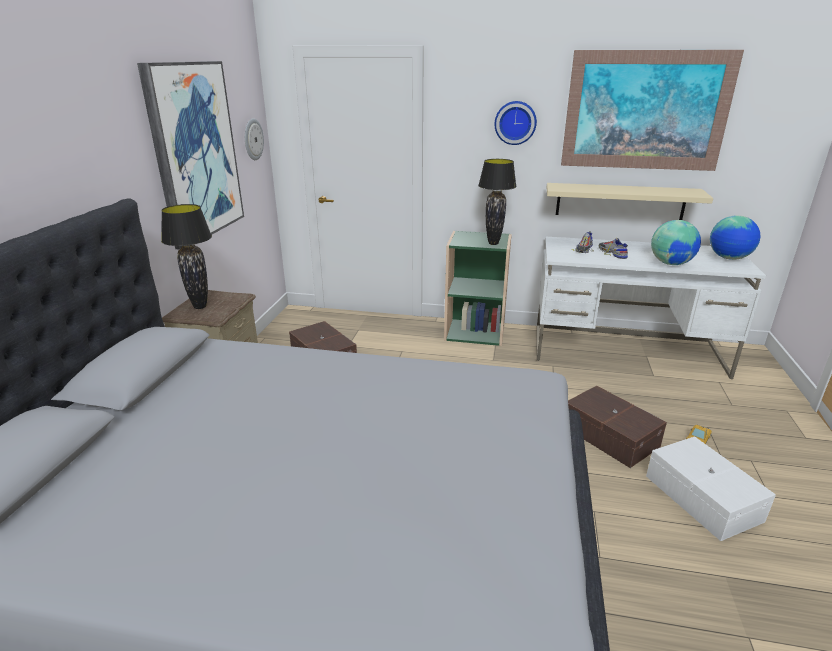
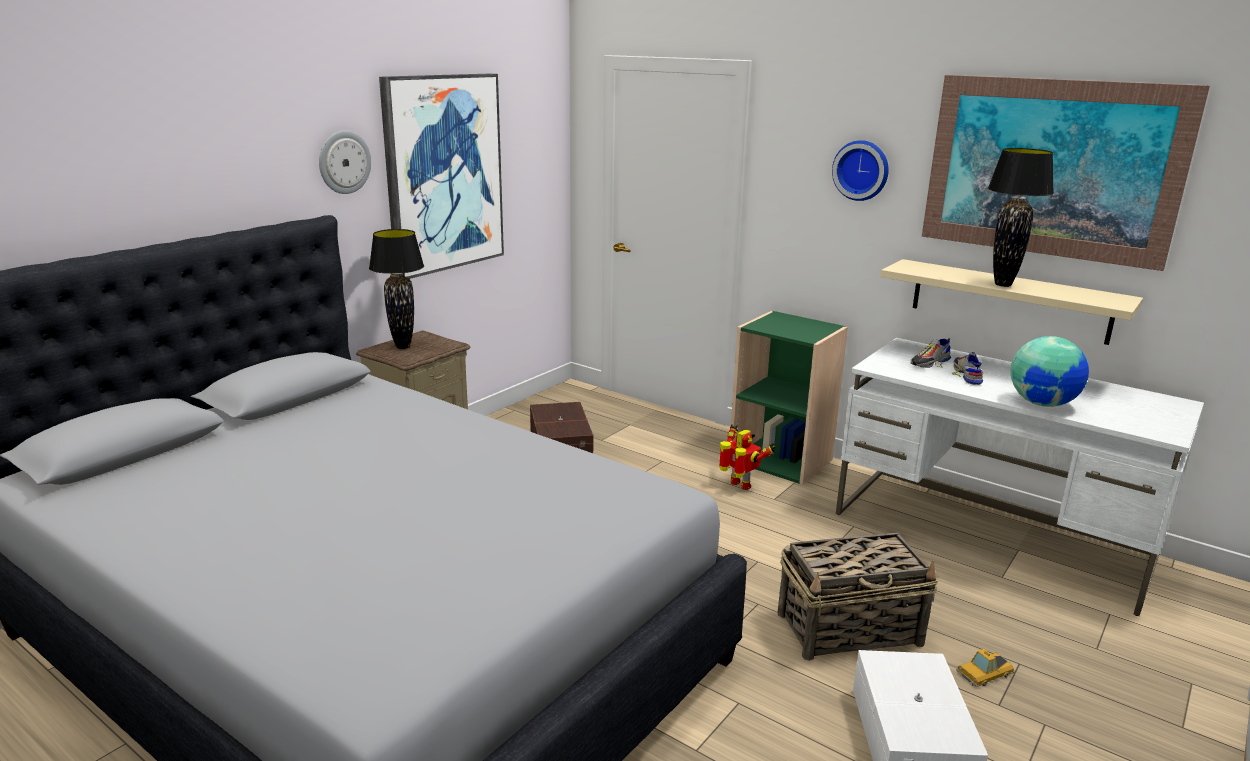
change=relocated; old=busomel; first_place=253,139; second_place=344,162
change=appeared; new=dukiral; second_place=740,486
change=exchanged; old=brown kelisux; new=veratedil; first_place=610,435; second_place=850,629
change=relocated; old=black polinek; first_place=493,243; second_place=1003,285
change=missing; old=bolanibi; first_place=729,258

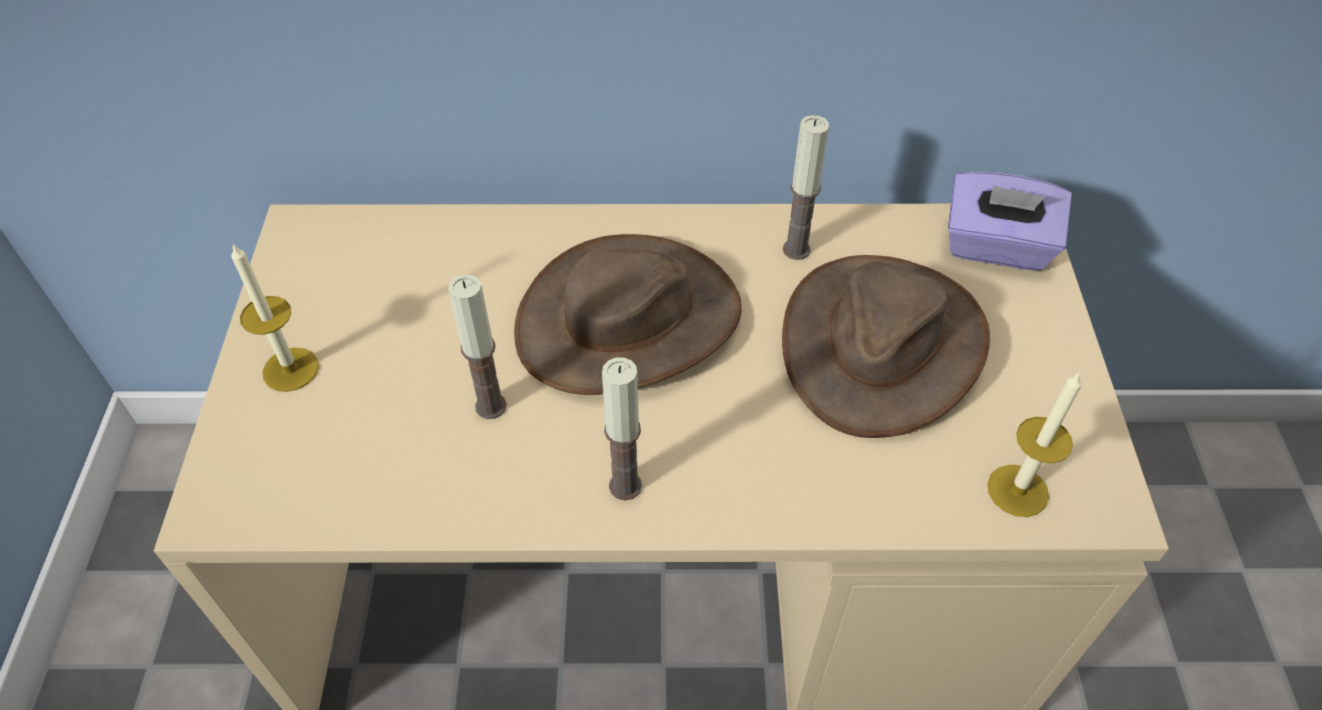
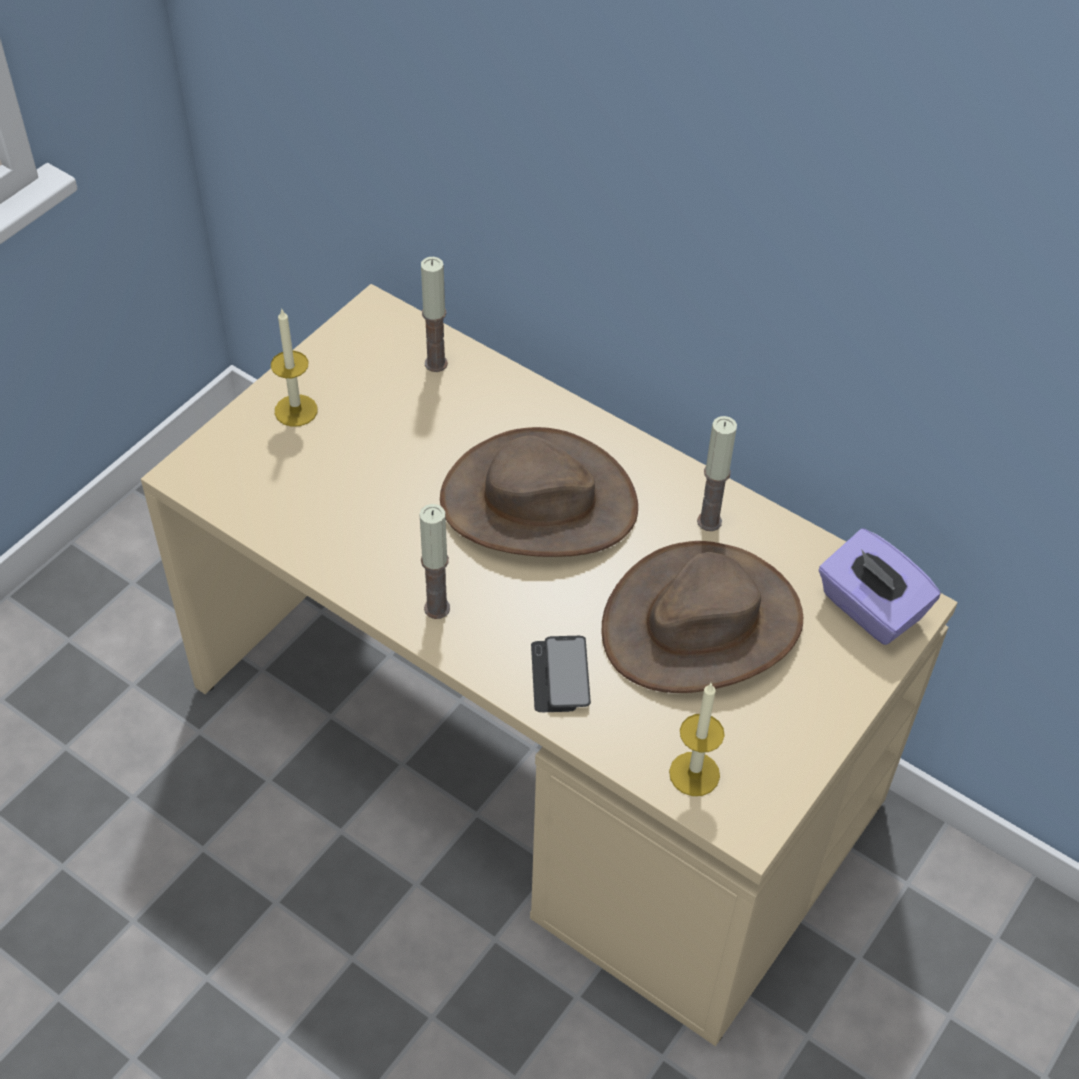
change=relocated; old=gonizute; first_place=490,406; second_place=436,363
change=appeared; new=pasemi; second_place=560,675

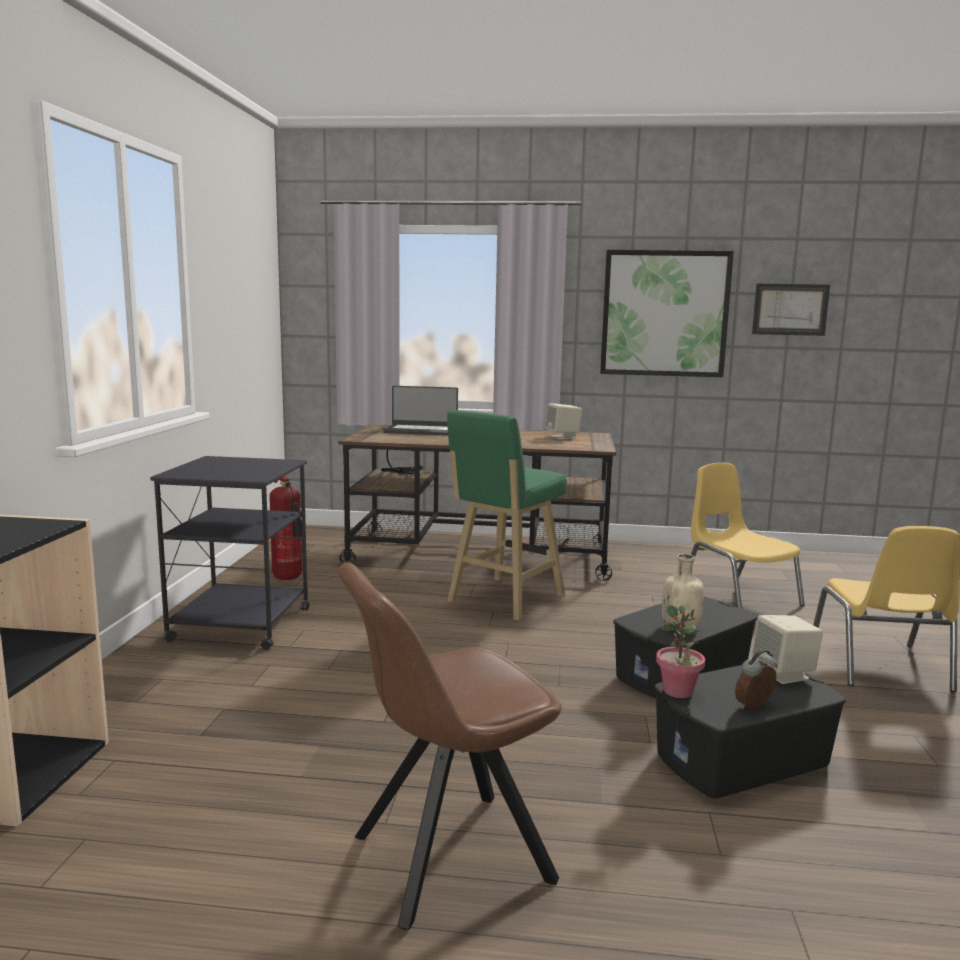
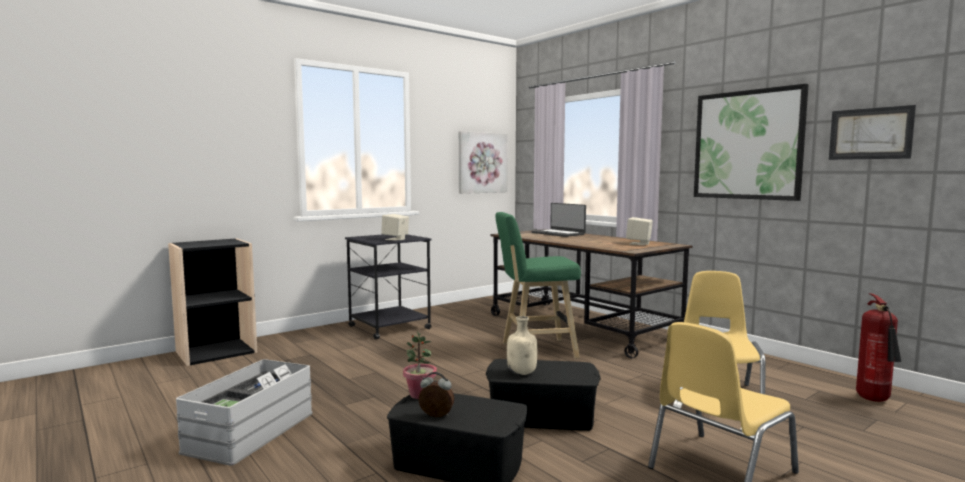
change=exchanged; old=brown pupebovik; new=grey kelisux; first_place=450,857; second_place=250,431
change=relocated; old=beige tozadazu; first_place=784,674; second_place=395,239
change=appeared; new=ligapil; second_place=482,163
change=relocated; old=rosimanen; first_place=289,579; second_place=875,401

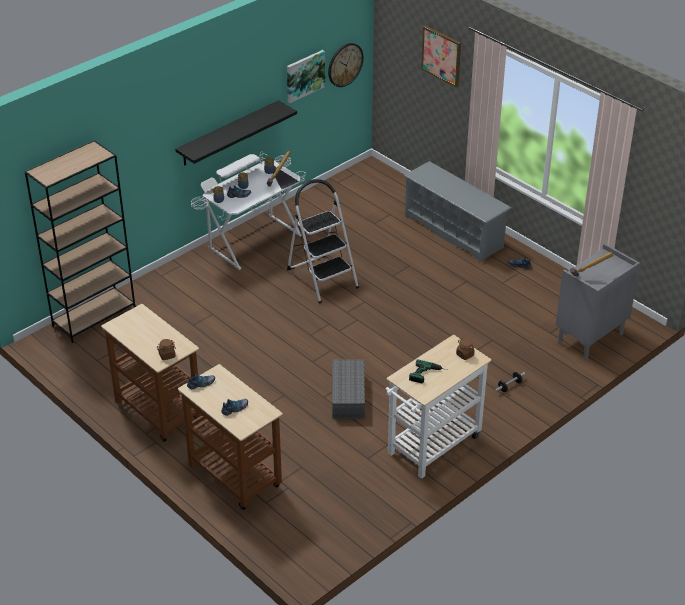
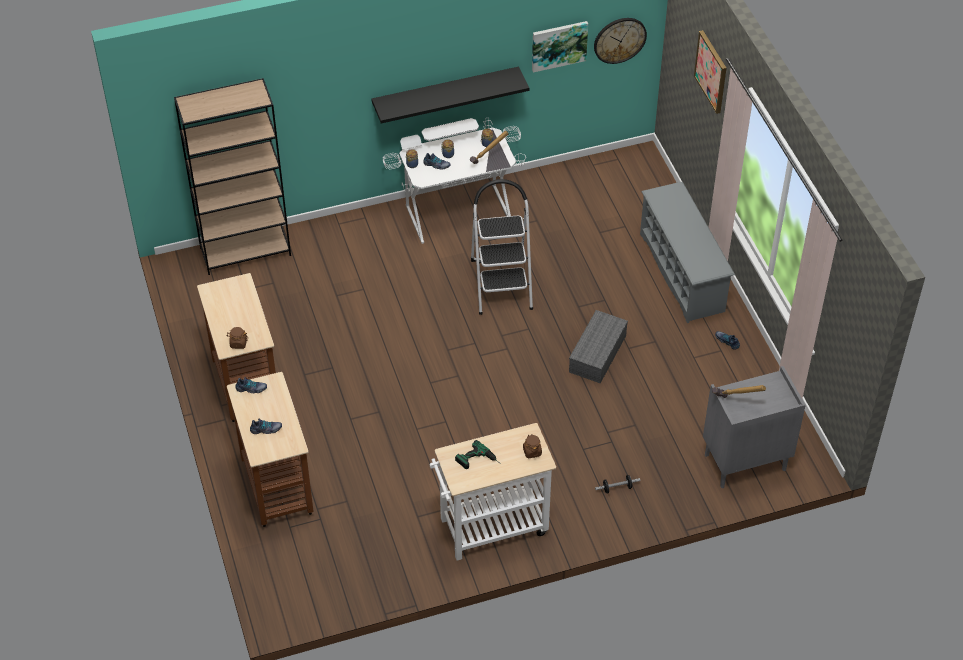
change=relocated; old=grey kelisux; first_place=349,397; second_place=598,354

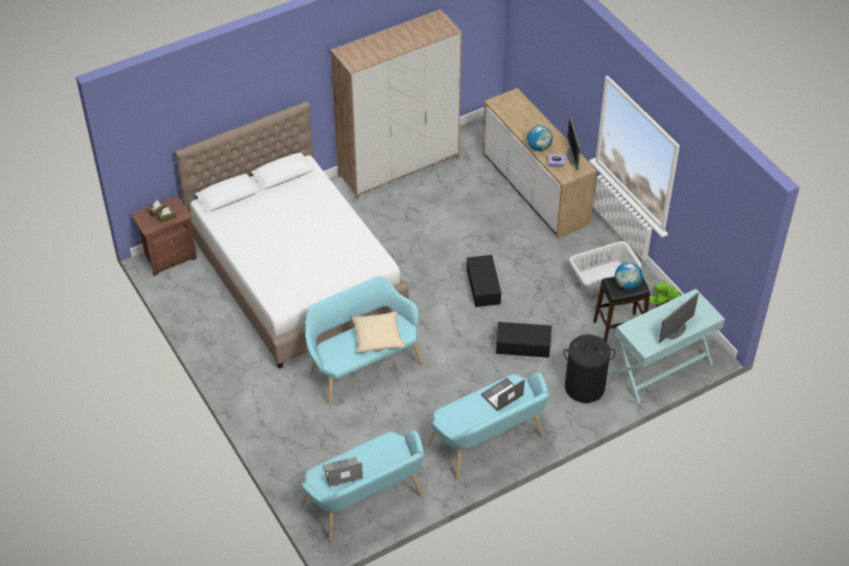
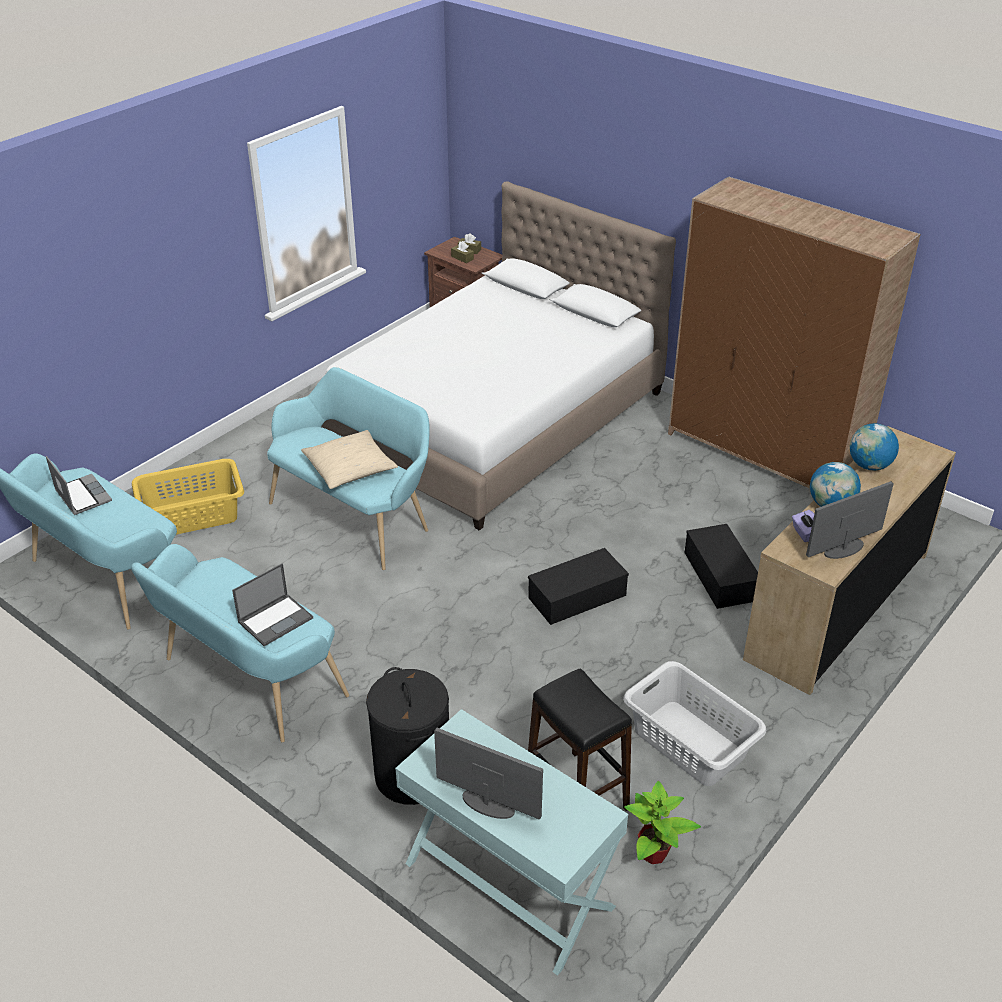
change=appeared; new=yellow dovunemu; second_place=192,515
change=spun; old=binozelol; first_place=501,395; second_place=276,619; degrees=105
change=colour; old=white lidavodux; new=brown lidavodux; first_place=399,166; second_place=765,454
change=relocated; old=black kelisux; first_place=522,345; second_place=718,575
change=relocated; old=bolanibi; first_place=627,285; second_place=869,465

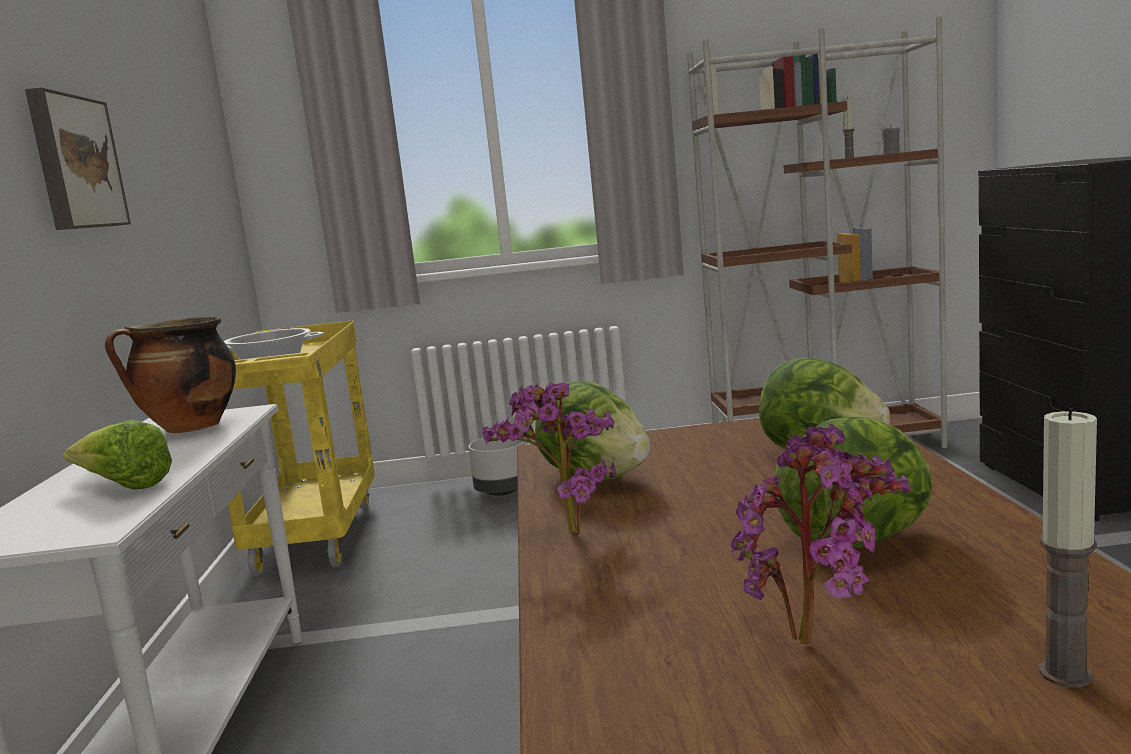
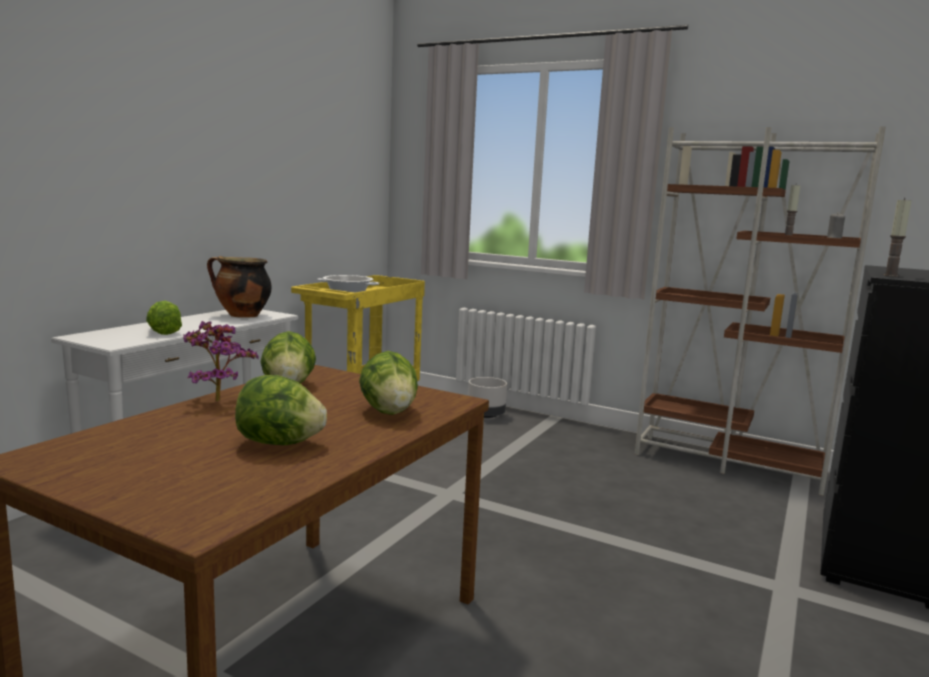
change=relocated; old=gonizute; first_place=1065,674; second_place=891,275
change=missing; old=ligapil; first_place=74,163
change=missing; old=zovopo; first_place=819,643

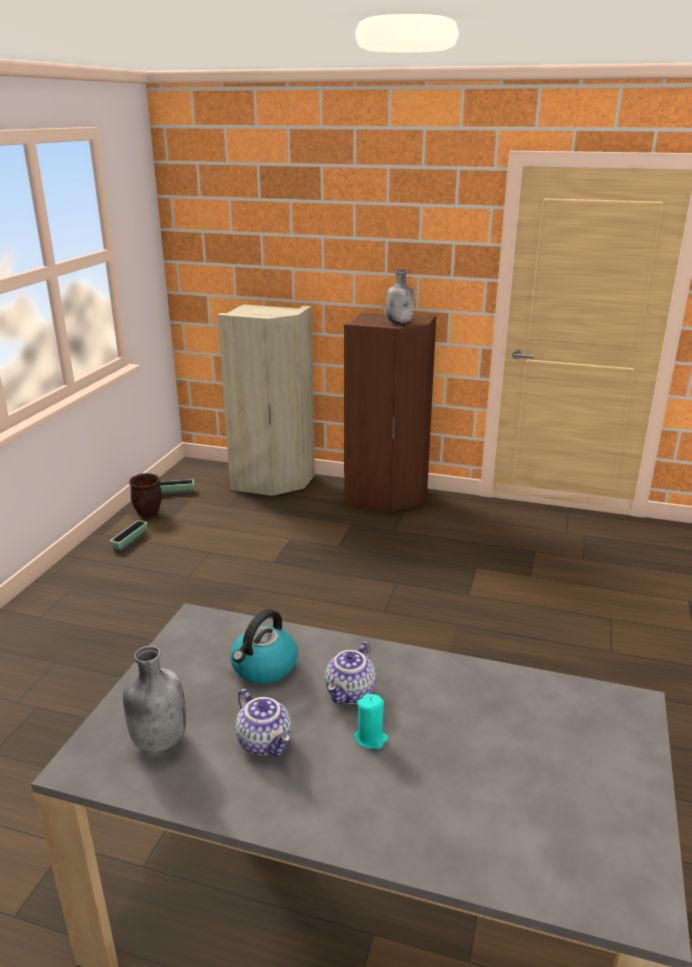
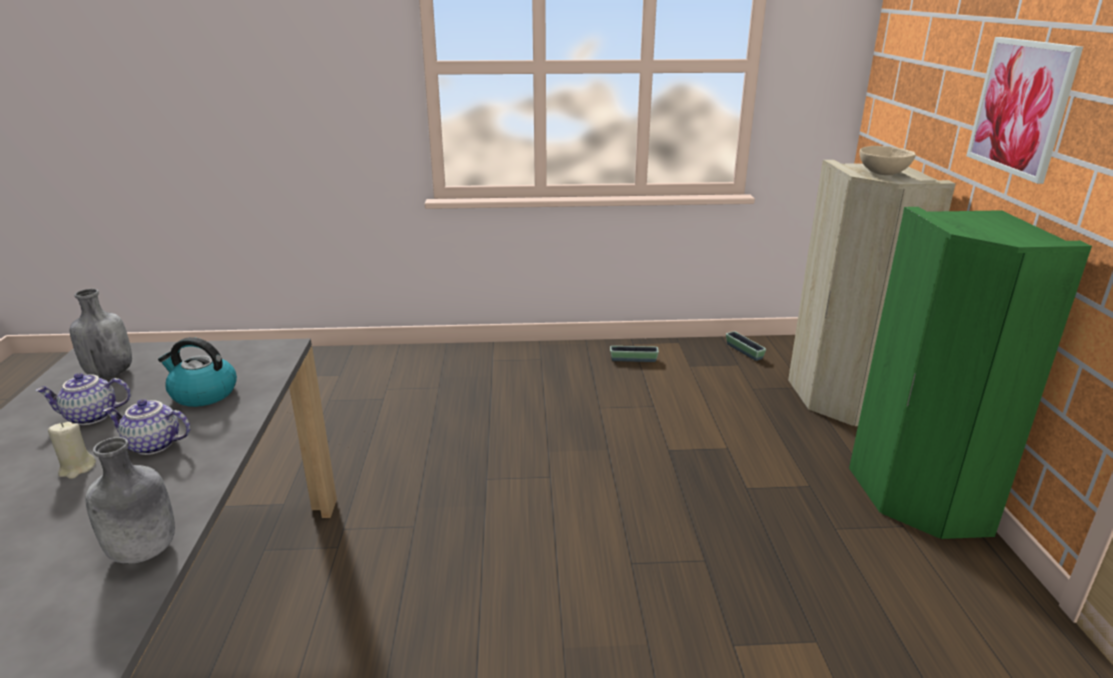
change=spun; old=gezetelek; first_place=266,742; second_place=91,417; degrees=45
change=colour; old=turquoise gonizute; new=beige gonizute; first_place=370,738; second_place=77,469
change=relocated; old=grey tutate; first_place=400,322; second_place=144,552
change=colour; old=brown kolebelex; new=green kolebelex; first_place=386,497; second_place=919,499
change=appeared; new=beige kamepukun; second_place=882,173
change=appeared; new=ligapil; second_place=1021,107
change=missing; old=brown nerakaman; first_place=148,514

